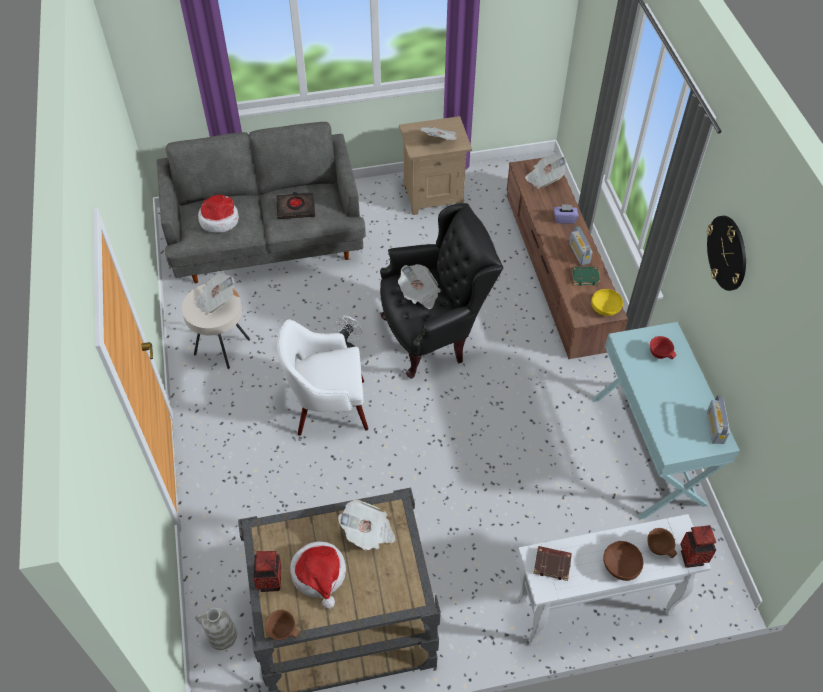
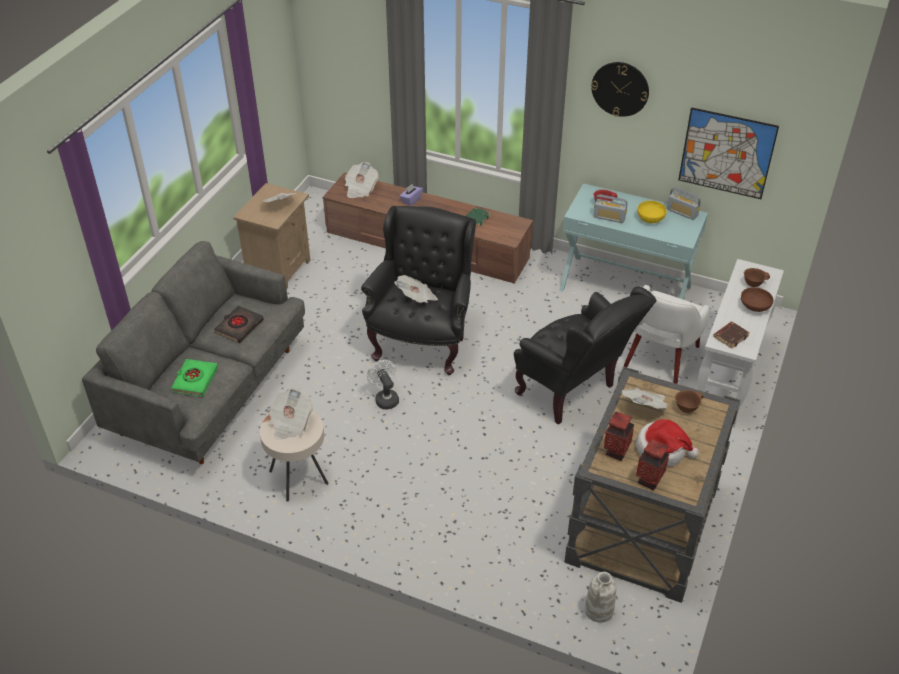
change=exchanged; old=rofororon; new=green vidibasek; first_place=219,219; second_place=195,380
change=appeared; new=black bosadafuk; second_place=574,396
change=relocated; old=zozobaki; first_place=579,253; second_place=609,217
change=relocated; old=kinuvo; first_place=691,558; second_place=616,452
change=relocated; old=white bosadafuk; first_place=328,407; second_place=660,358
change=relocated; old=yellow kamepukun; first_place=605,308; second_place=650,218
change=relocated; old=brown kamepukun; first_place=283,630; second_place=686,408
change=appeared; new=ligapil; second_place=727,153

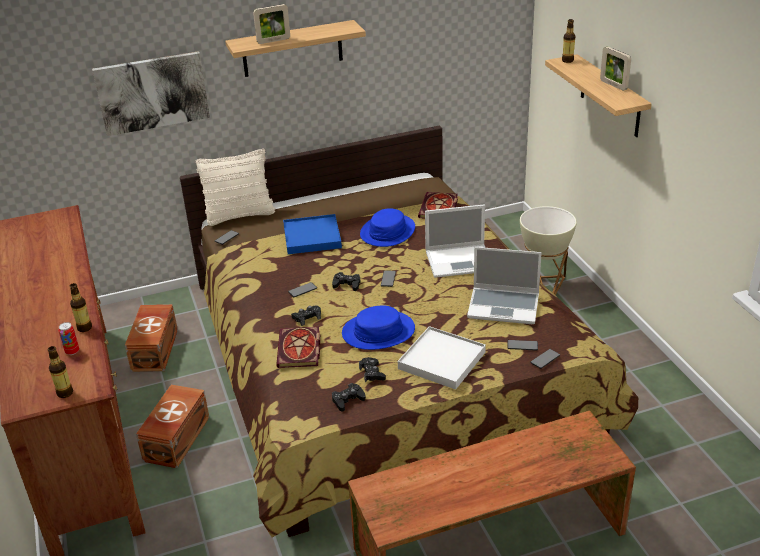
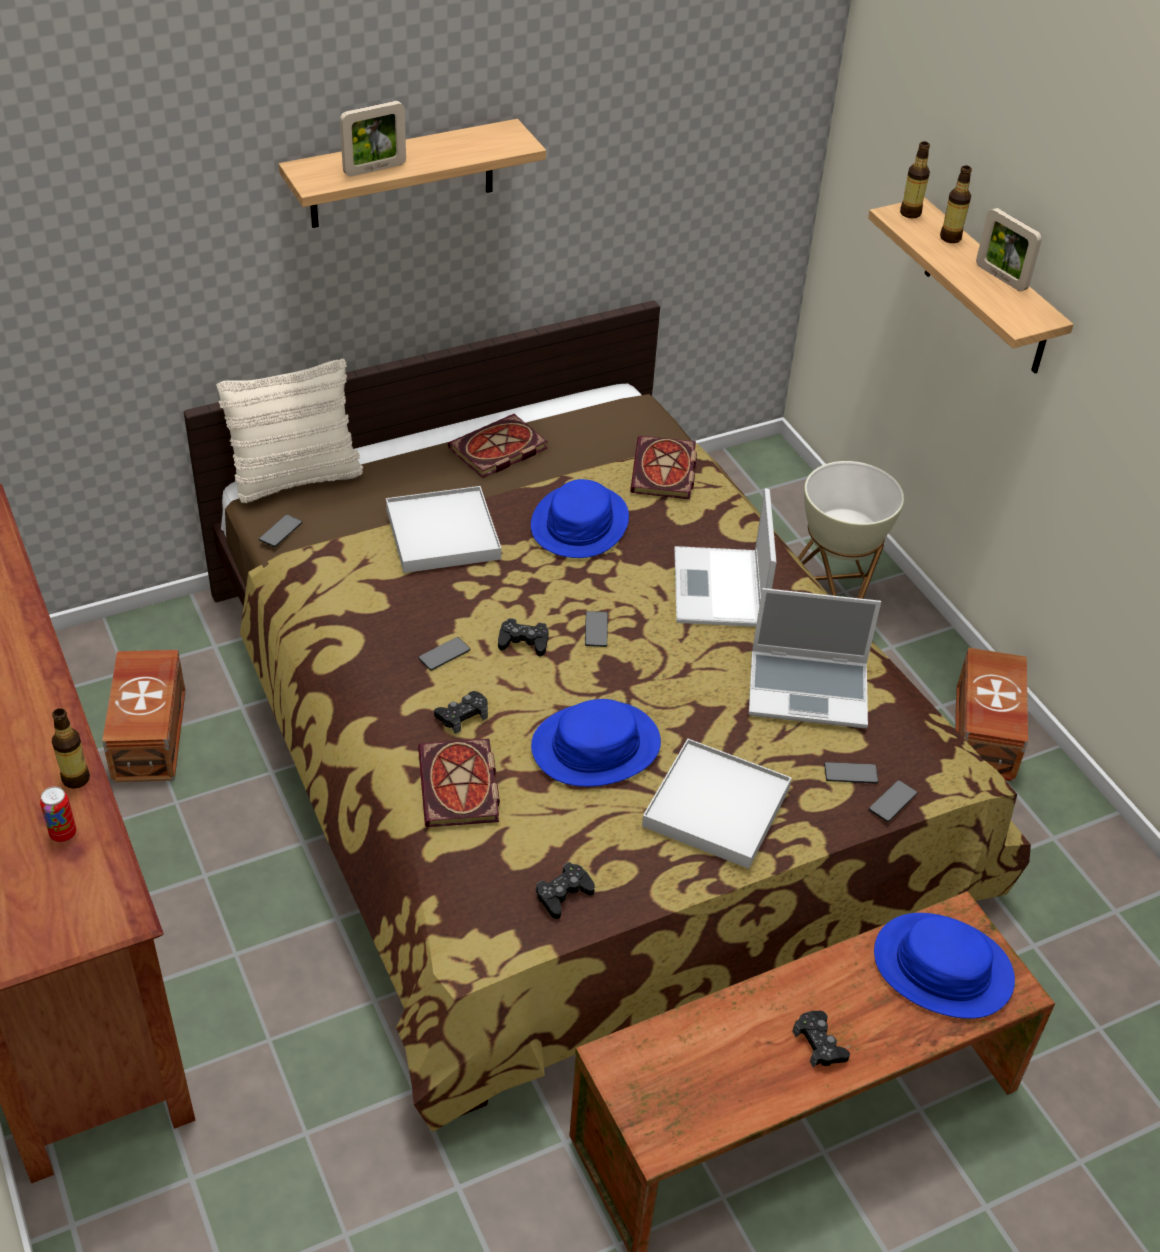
change=colour; old=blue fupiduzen; new=white fupiduzen; first_place=312,237; second_place=443,534
change=appeared; new=vidibasek; second_place=497,450
change=spun; old=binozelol; first_place=460,261; second_place=719,589; degrees=105
change=relocated; old=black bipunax; first_place=372,373; second_place=819,1044
change=appeared; new=blue rofororon; second_place=942,967
change=relocated; old=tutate; first_place=65,393; second_place=950,238
change=relocated; old=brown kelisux; first_place=175,439; second_place=982,734
change=missing; old=ligapil; first_place=152,92

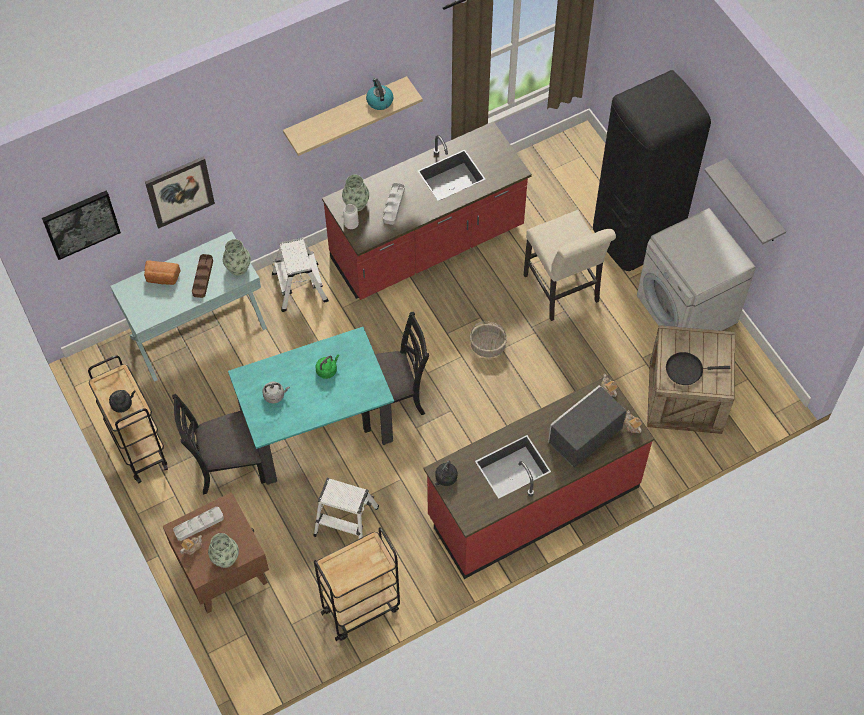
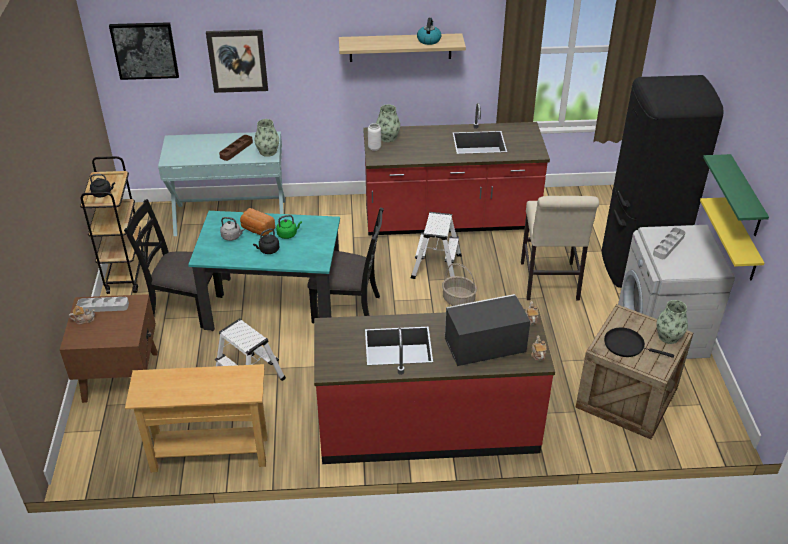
change=exchanged; old=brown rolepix; new=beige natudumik; first_place=361,612; second_place=210,453
change=relocated; old=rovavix; first_place=162,278; second_place=257,229
change=relocated; old=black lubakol; first_place=445,478; second_place=268,250
change=relocated; old=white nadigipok; first_place=300,287; second_place=436,266
change=relocated; old=grey fupiduzen; first_place=393,205; second_place=668,245
change=relocated; old=kinuvo; first_place=225,558; second_place=668,336
change=appeared; new=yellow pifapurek; second_place=741,241
change=colour; old=grey pifapurek; new=green pifapurek; first_place=753,203; second_place=745,197

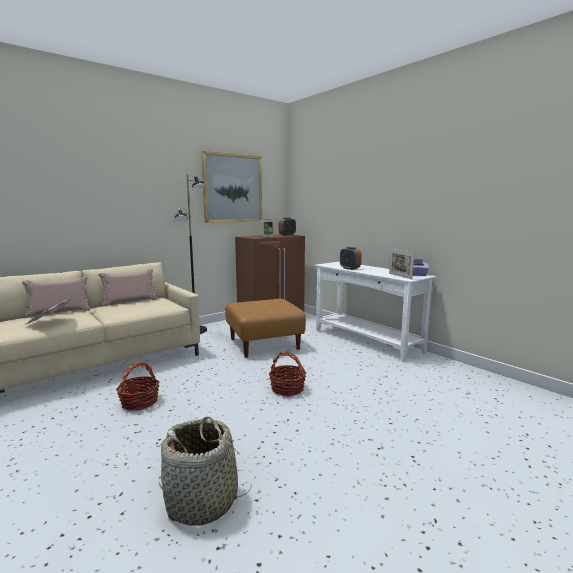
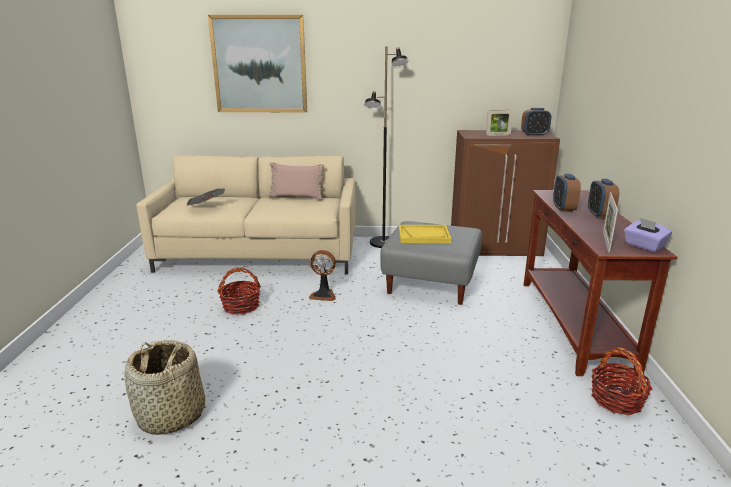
change=relocated; old=ligapil; first_place=233,188; second_place=259,64
change=appeared; new=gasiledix; second_place=323,295
change=colour; old=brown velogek; new=grey velogek; first_place=264,344; second_place=431,283
change=appeared; new=yellow fupiduzen; second_place=424,235
change=colour; old=white natudumik; new=brown natudumik; first_place=367,340; second_place=574,324
change=appeared; new=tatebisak; second_place=599,215
change=relocated; old=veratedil; first_place=287,389; second_place=616,400
change=missing; old=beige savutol; first_place=59,313

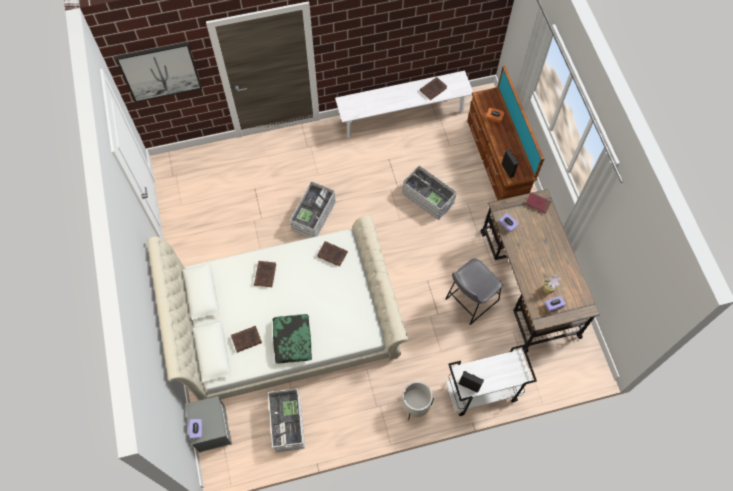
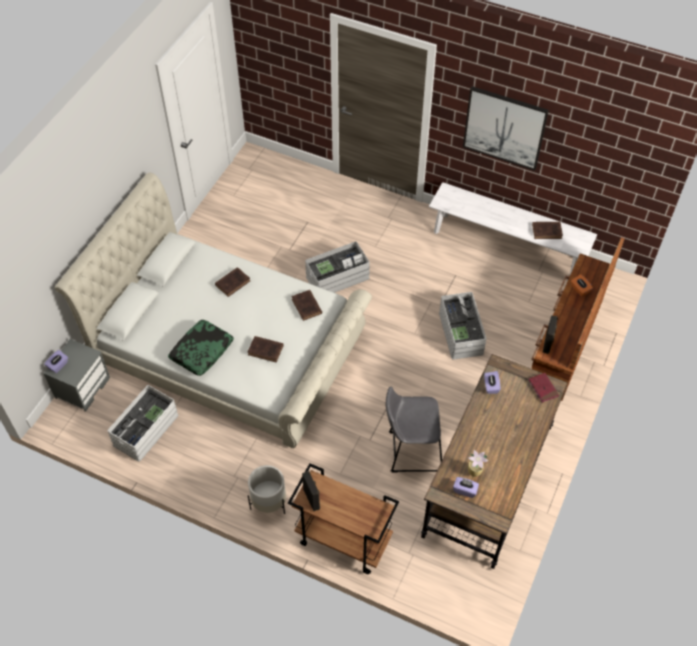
change=relocated; old=brown vidibasek; first_place=247,339; second_place=266,350
change=colour; old=white rolepix; new=brown rolepix; first_place=481,392; second_place=342,540
change=relocated; old=ligapil; first_place=160,72; second_place=504,128

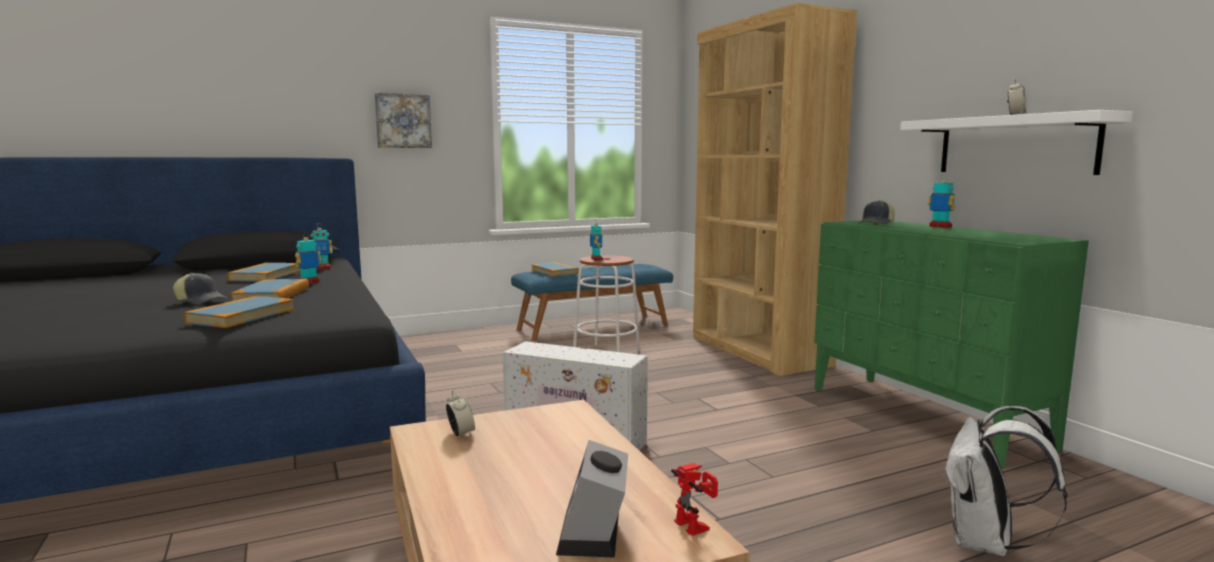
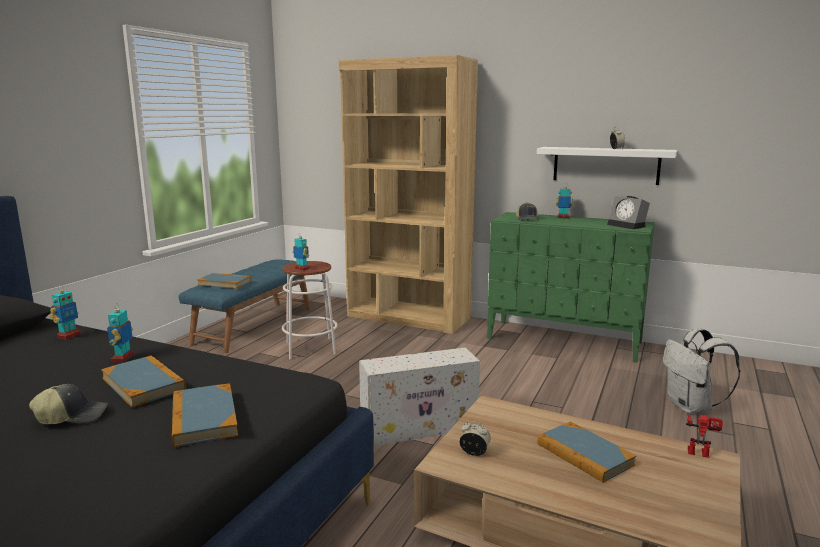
change=relocated; old=vidibasek; first_place=265,275; second_place=584,454
change=relocated; old=tatebisak; first_place=594,534; second_place=628,225
change=missing; old=ligapil; first_place=403,121

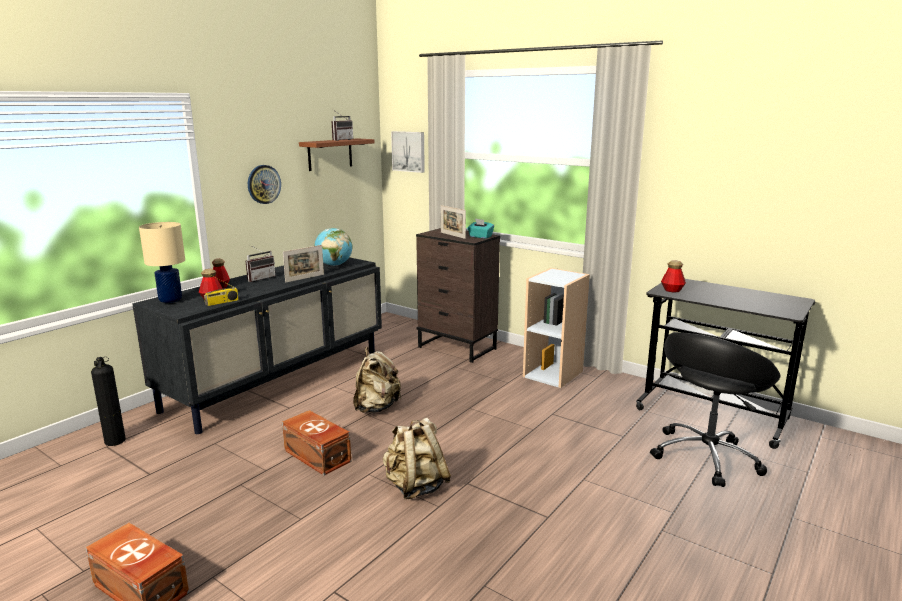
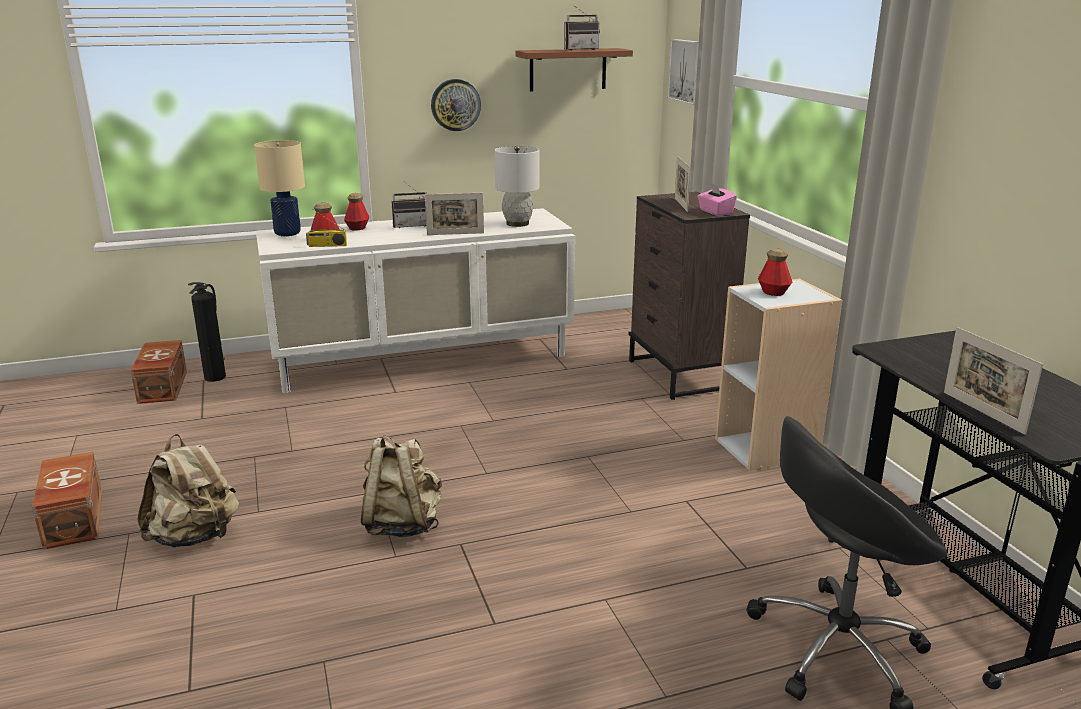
change=relocated; old=brown kelisux; first_place=317,456; second_place=161,387
change=relocated; old=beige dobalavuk; first_place=376,407; second_place=195,537
change=colour; old=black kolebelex; new=white kolebelex; first_place=279,381; second_place=423,359
change=exchanged; old=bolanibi; new=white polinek; first_place=334,265; second_place=517,223
change=colour; old=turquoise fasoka; new=pink fasoka; first_place=480,236; second_place=715,212
change=relocated; old=tutate; first_place=672,290; second_place=773,292
change=appeared; new=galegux; second_place=982,412

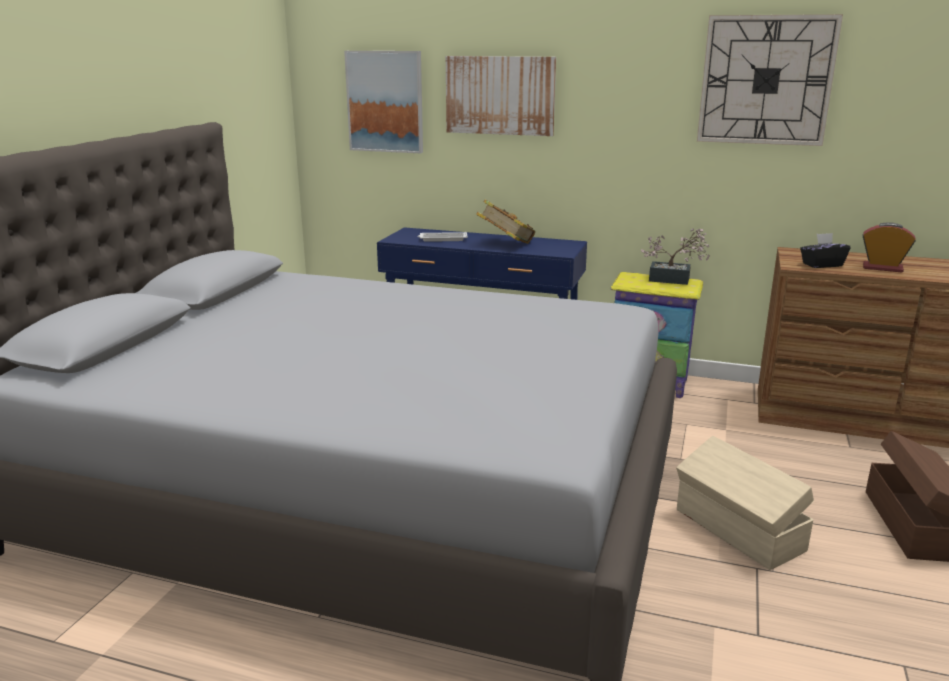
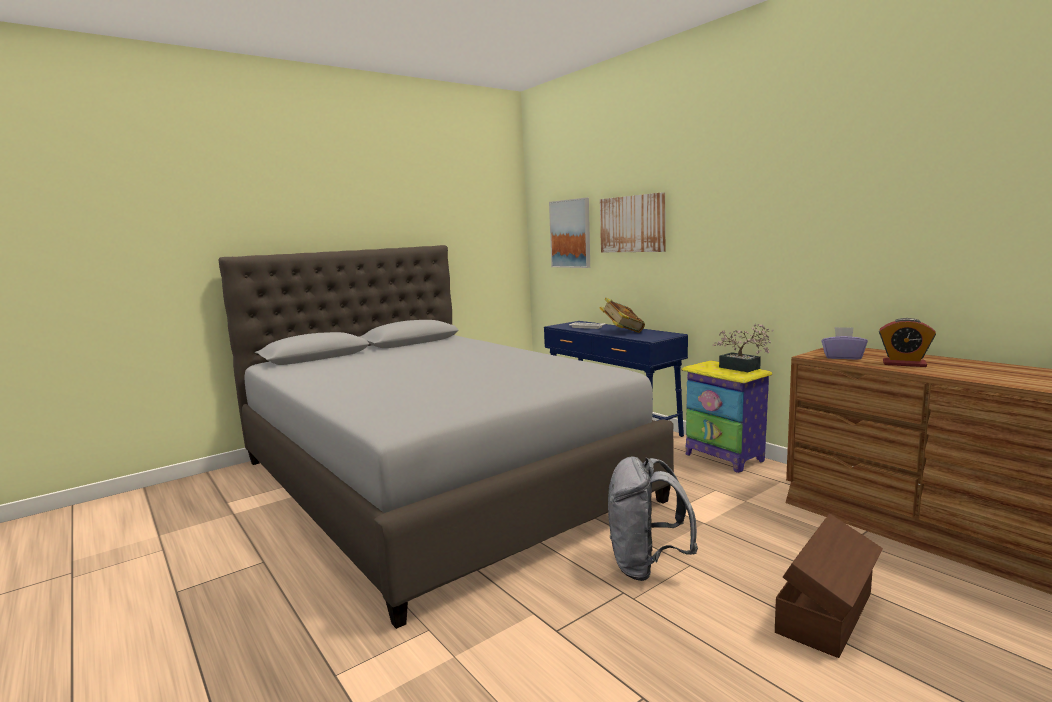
change=exchanged; old=beige kelisux; new=grey dobalavuk; first_place=738,531; second_place=646,566
change=colour; old=black fasoka; new=purple fasoka; first_place=822,265; second_place=842,357
change=spun; old=tatebisak; first_place=882,268; second_place=904,364; degrees=150
change=missing; old=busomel; first_place=766,80

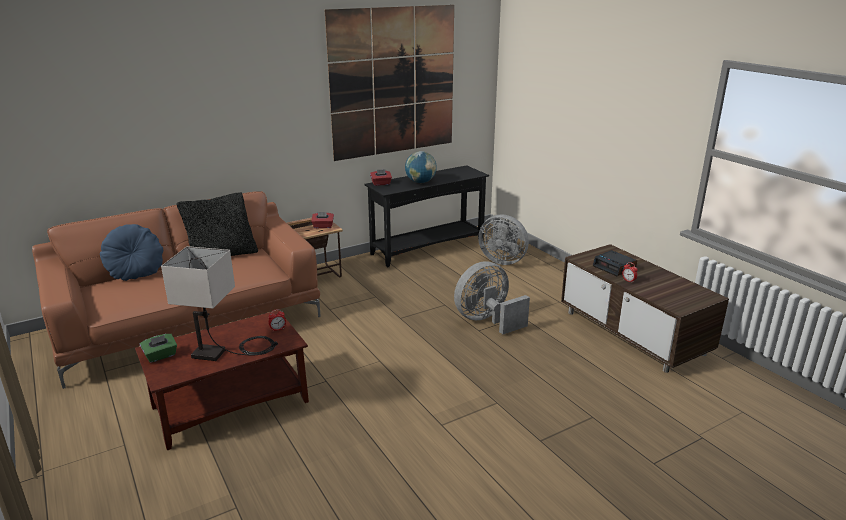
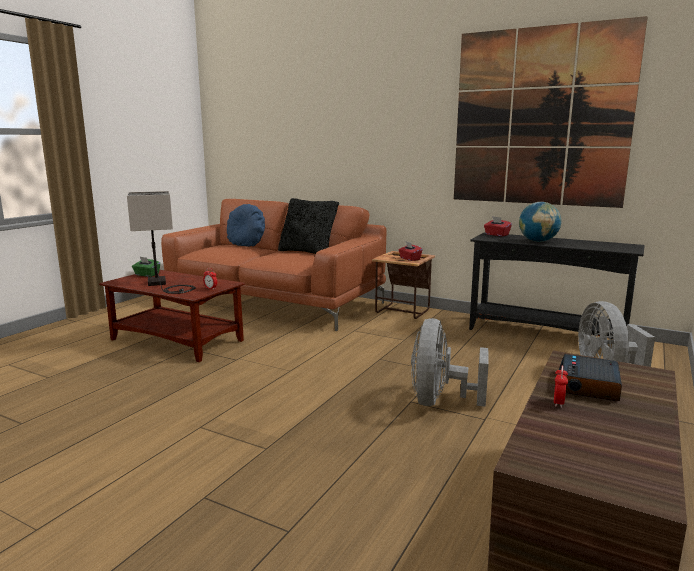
change=spun; old=grey gasiledix; first_place=487,321; second_place=440,401; degrees=-105

